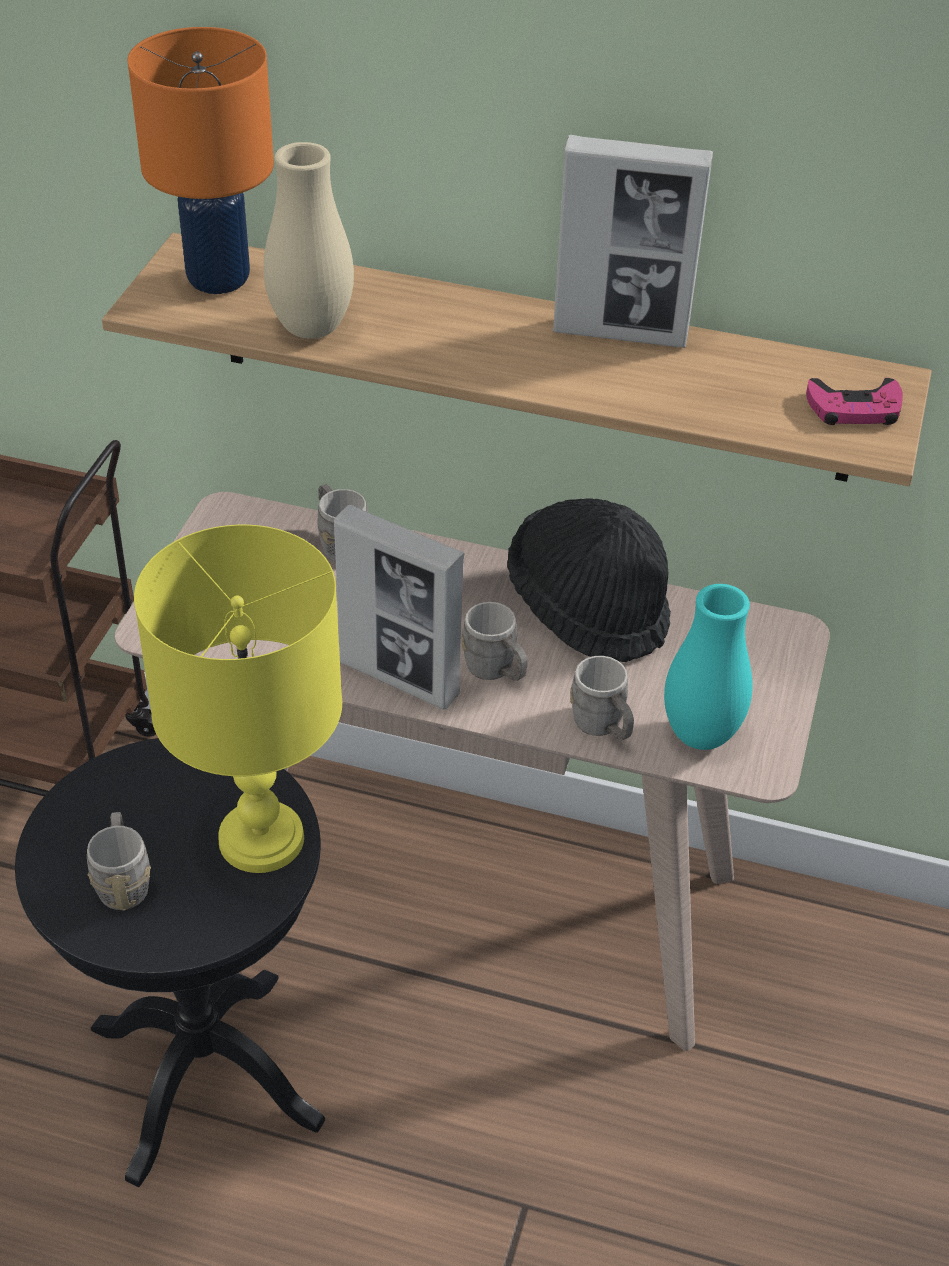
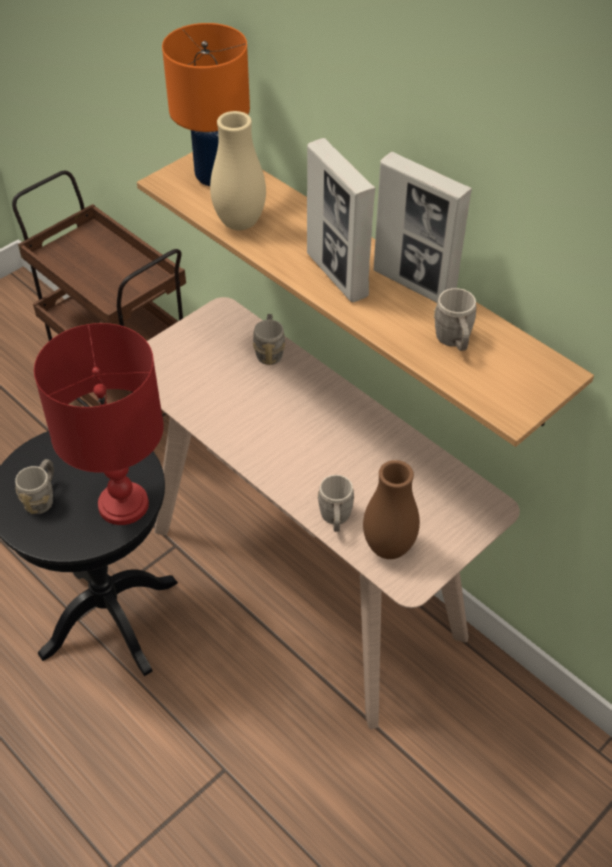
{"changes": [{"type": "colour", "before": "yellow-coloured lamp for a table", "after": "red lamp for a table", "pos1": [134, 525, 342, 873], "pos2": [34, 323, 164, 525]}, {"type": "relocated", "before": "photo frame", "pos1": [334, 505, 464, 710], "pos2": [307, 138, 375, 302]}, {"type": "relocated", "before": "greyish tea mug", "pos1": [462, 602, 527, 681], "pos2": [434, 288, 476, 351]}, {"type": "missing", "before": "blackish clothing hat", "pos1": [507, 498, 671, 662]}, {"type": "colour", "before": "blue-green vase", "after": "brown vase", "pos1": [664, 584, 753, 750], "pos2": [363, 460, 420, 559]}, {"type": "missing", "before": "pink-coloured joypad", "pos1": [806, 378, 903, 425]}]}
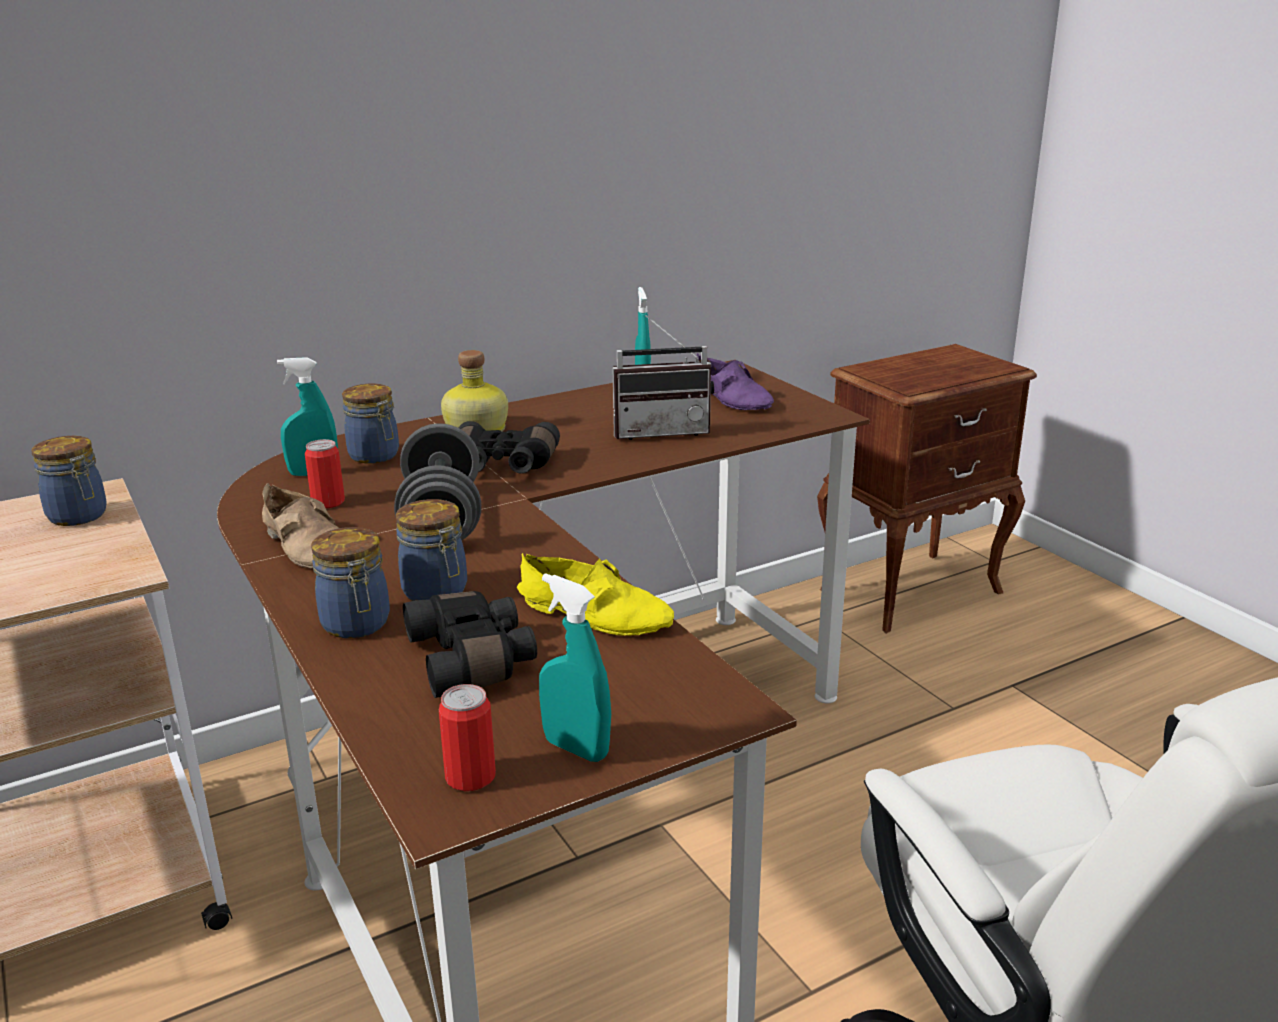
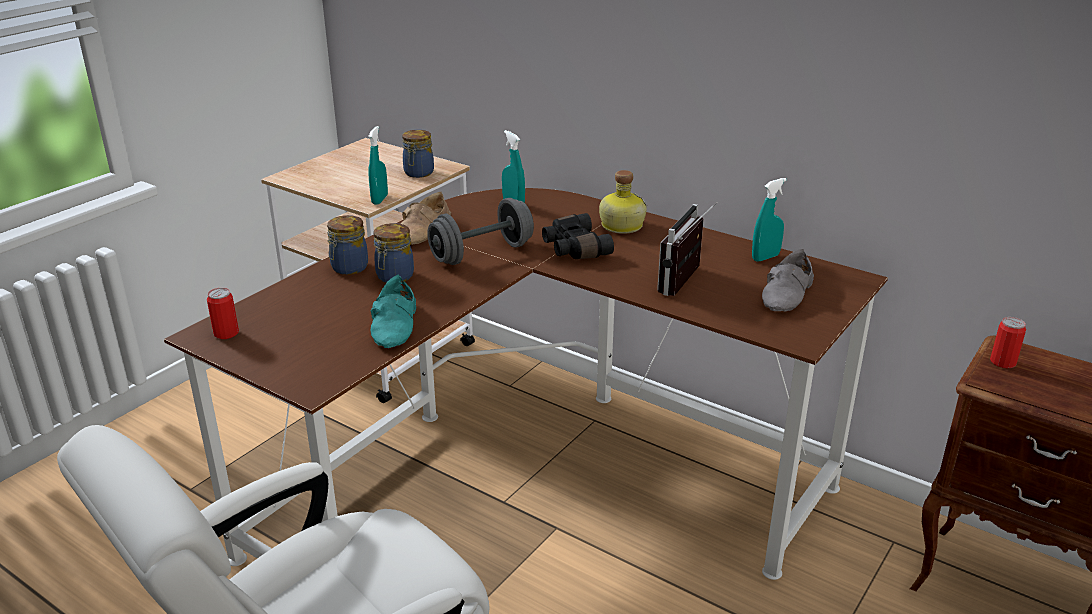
{"changes": [{"type": "relocated", "before": "can", "pos1": [305, 439, 345, 508], "pos2": [990, 317, 1026, 368]}, {"type": "missing", "before": "jar", "pos1": [342, 384, 399, 463]}, {"type": "missing", "before": "blackish pair of binoculars", "pos1": [403, 591, 537, 698]}, {"type": "colour", "before": "yellow-coloured low shoe", "after": "blue-green low shoe", "pos1": [517, 553, 674, 636], "pos2": [371, 274, 416, 348]}, {"type": "relocated", "before": "blue-green spray bottle", "pos1": [539, 573, 611, 762], "pos2": [368, 126, 388, 205]}, {"type": "spun", "before": "radio receiver", "pos1": [612, 315, 714, 440], "pos2": [657, 202, 718, 296], "turn": 60}, {"type": "colour", "before": "purple-coloured low shoe", "after": "greyish low shoe", "pos1": [697, 353, 774, 410], "pos2": [762, 249, 814, 312]}]}
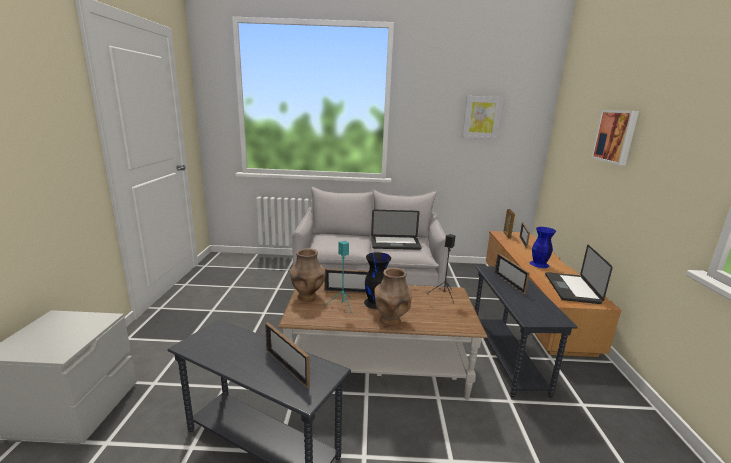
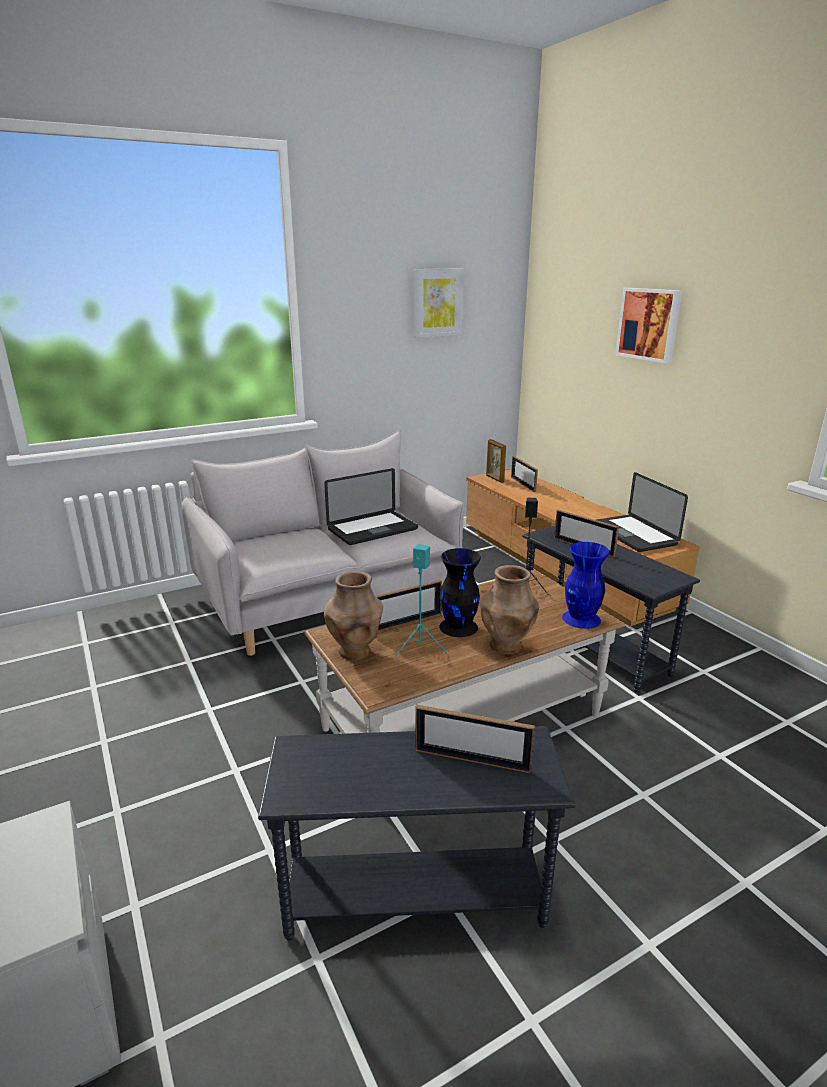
{"changes": [{"type": "relocated", "before": "bluish vase", "pos1": [530, 227, 556, 268], "pos2": [562, 542, 610, 629]}]}
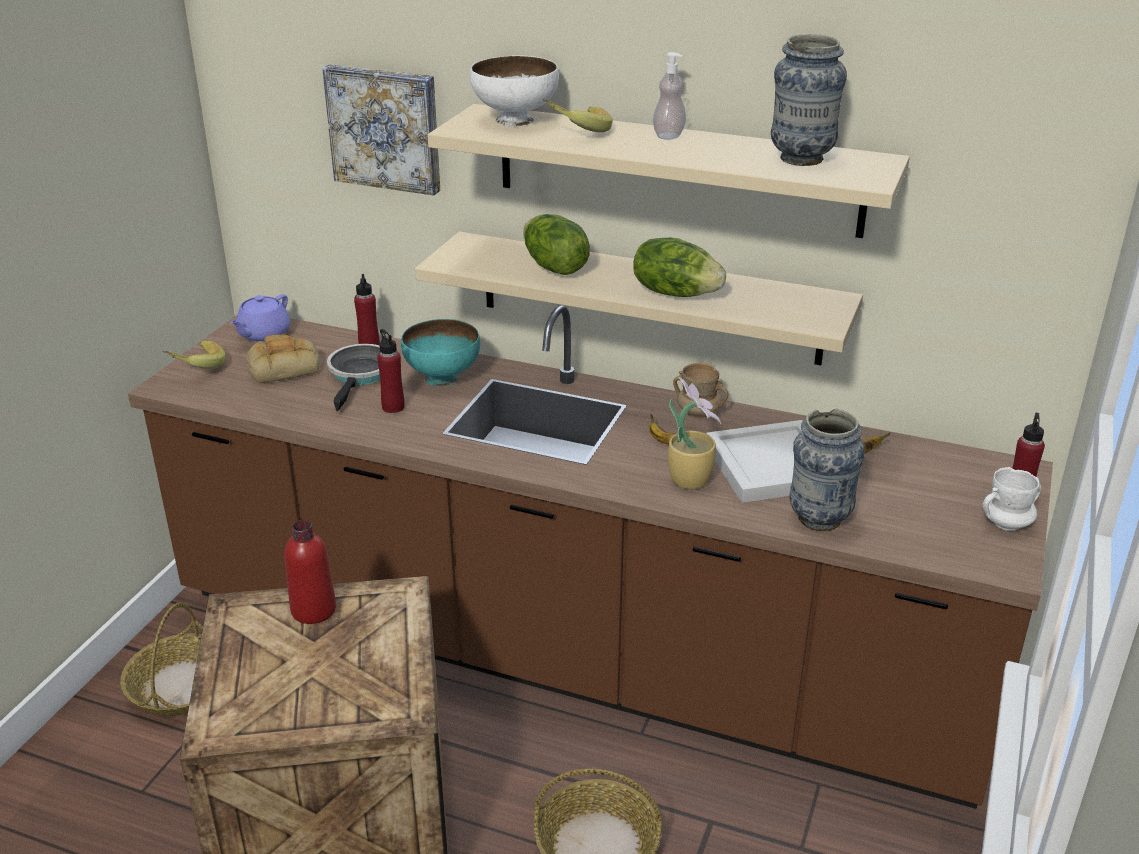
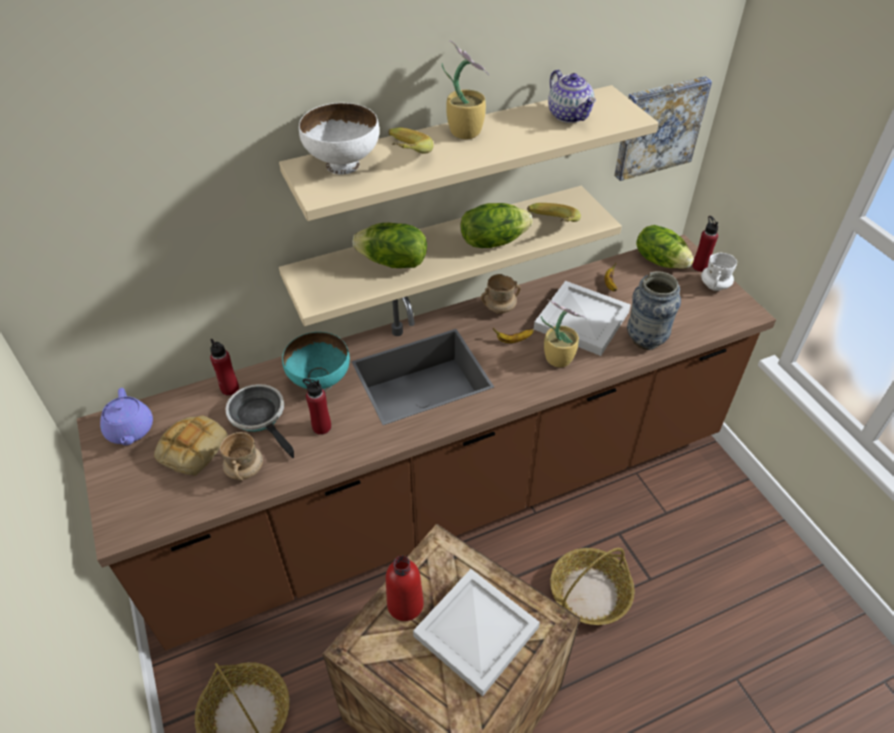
{"changes": [{"type": "relocated", "before": "banana fruit", "pos1": [162, 341, 225, 369], "pos2": [527, 203, 581, 222]}, {"type": "relocated", "before": "picture", "pos1": [322, 64, 440, 196], "pos2": [614, 76, 712, 181]}, {"type": "exchanged", "before": "liquid soap bottle", "after": "houseplant", "pos1": [653, 52, 686, 140], "pos2": [442, 40, 490, 139]}, {"type": "exchanged", "before": "vase", "after": "tea pot", "pos1": [771, 34, 847, 166], "pos2": [548, 69, 596, 123]}, {"type": "appeared", "after": "beige tea mug", "pos2": [220, 432, 263, 481]}, {"type": "appeared", "after": "whitish carrying tray", "pos2": [413, 569, 540, 696]}, {"type": "appeared", "after": "head of lettuce", "pos2": [636, 225, 694, 269]}]}
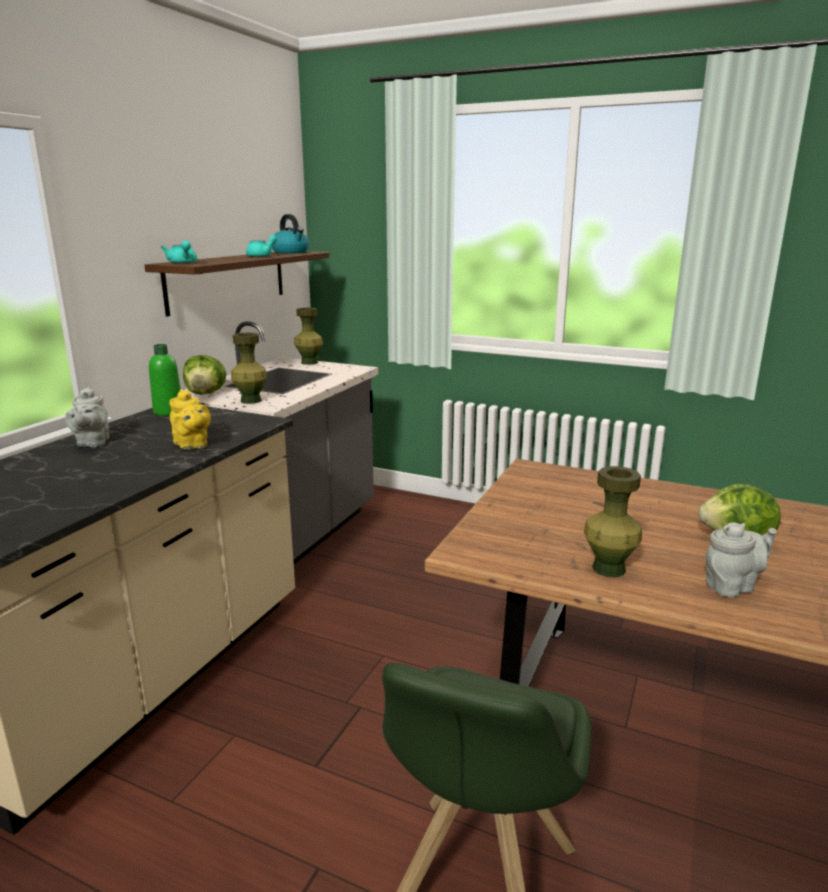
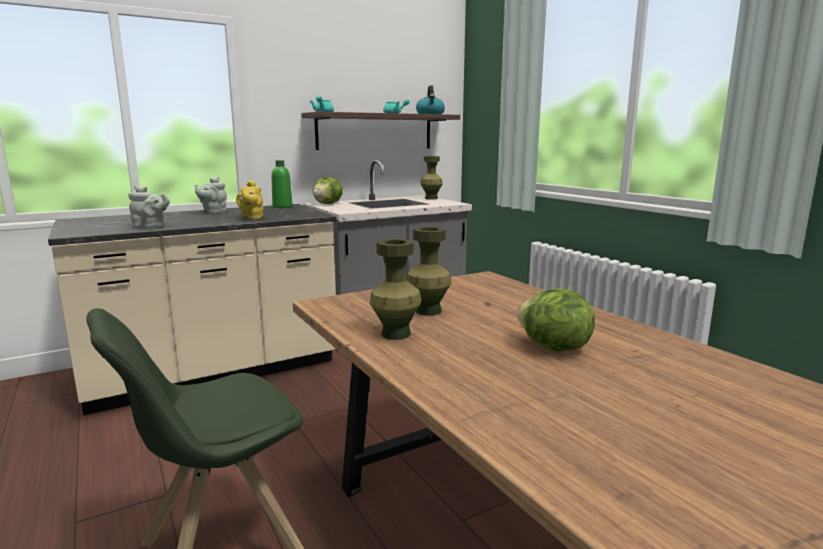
{"changes": [{"type": "relocated", "before": "green-coloured vase", "pos1": [231, 333, 267, 404], "pos2": [407, 227, 451, 316]}, {"type": "relocated", "before": "greyish tea pot", "pos1": [706, 522, 777, 597], "pos2": [128, 185, 170, 228]}]}
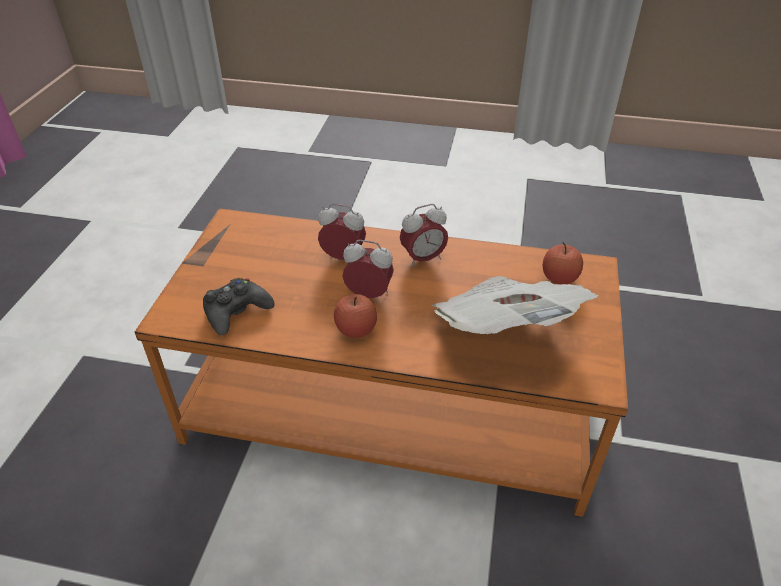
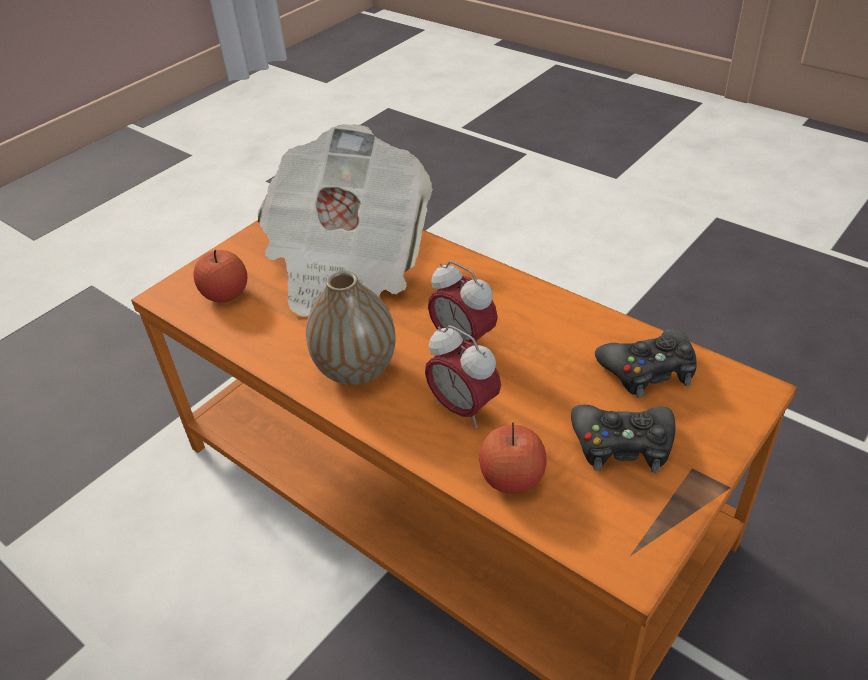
{"changes": [{"type": "relocated", "before": "whole apple", "pos1": [334, 294, 377, 338], "pos2": [479, 423, 547, 494]}, {"type": "exchanged", "before": "bedside clock", "after": "vase", "pos1": [400, 204, 448, 268], "pos2": [306, 271, 396, 385]}, {"type": "appeared", "after": "blackish joypad", "pos2": [571, 405, 676, 473]}]}
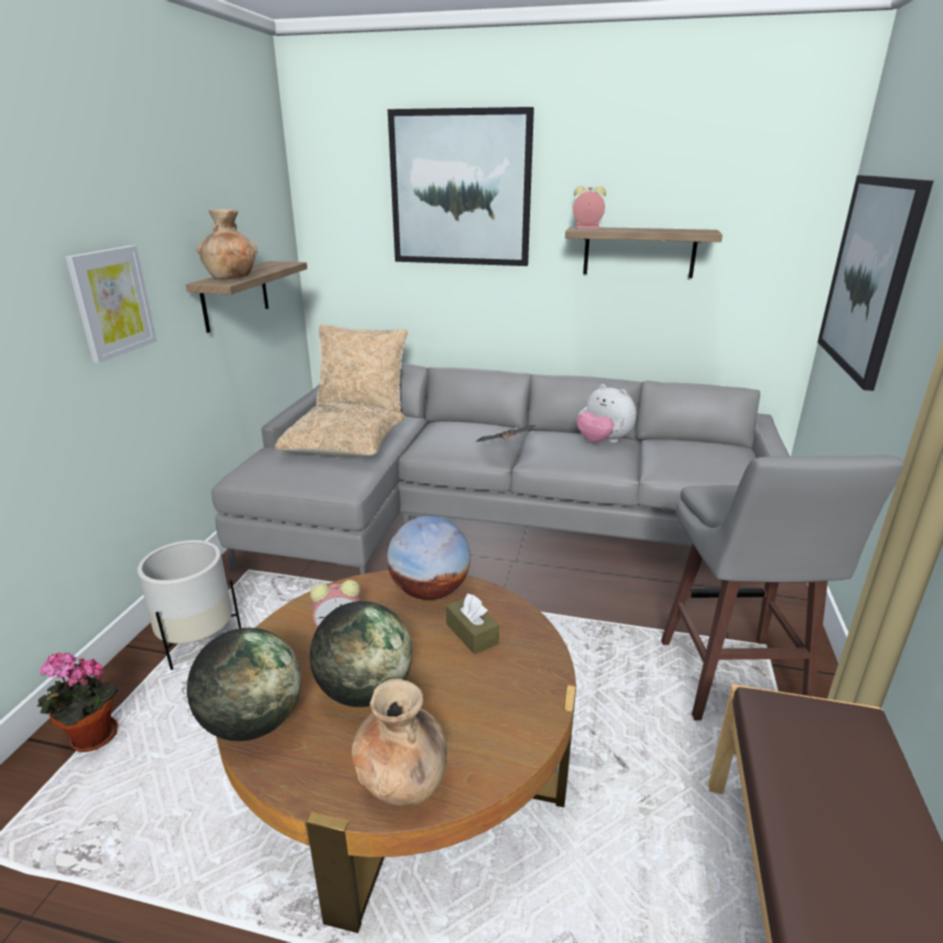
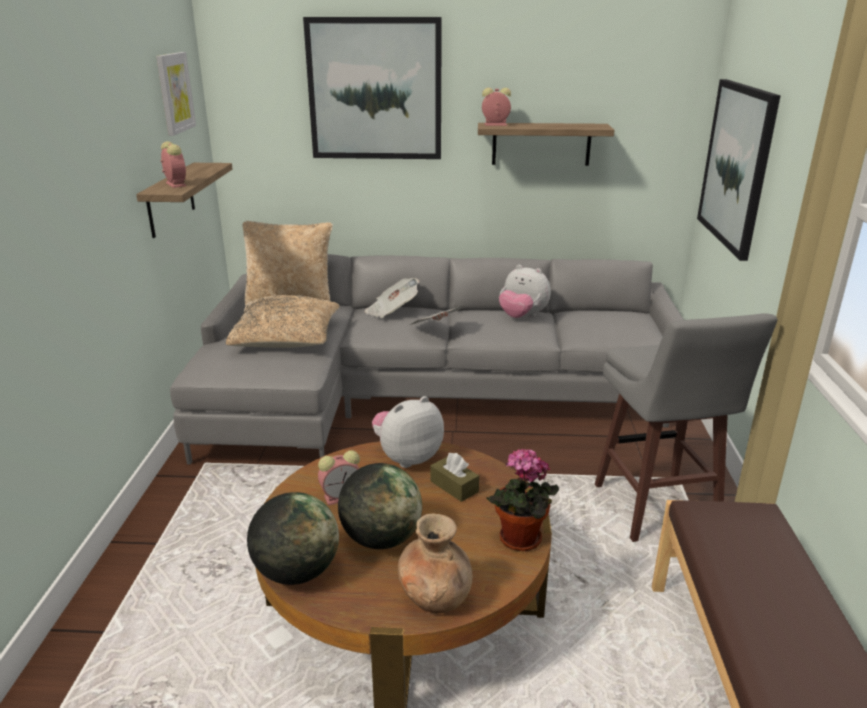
{"changes": [{"type": "relocated", "before": "houseplant", "pos1": [37, 652, 118, 752], "pos2": [486, 449, 559, 551]}, {"type": "relocated", "before": "picture", "pos1": [65, 245, 157, 363], "pos2": [156, 52, 196, 136]}, {"type": "missing", "before": "whitish planter", "pos1": [137, 540, 241, 670]}, {"type": "exchanged", "before": "brown vase", "after": "bedside clock", "pos1": [196, 209, 257, 279], "pos2": [160, 141, 186, 188]}, {"type": "exchanged", "before": "desk globe", "after": "soft toy", "pos1": [387, 516, 471, 600], "pos2": [372, 396, 444, 468]}, {"type": "appeared", "after": "daily paper", "pos2": [365, 278, 420, 318]}]}
